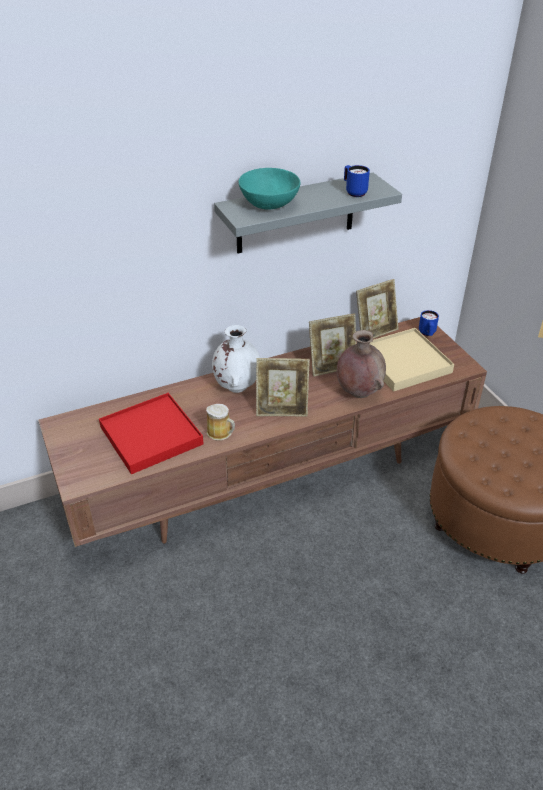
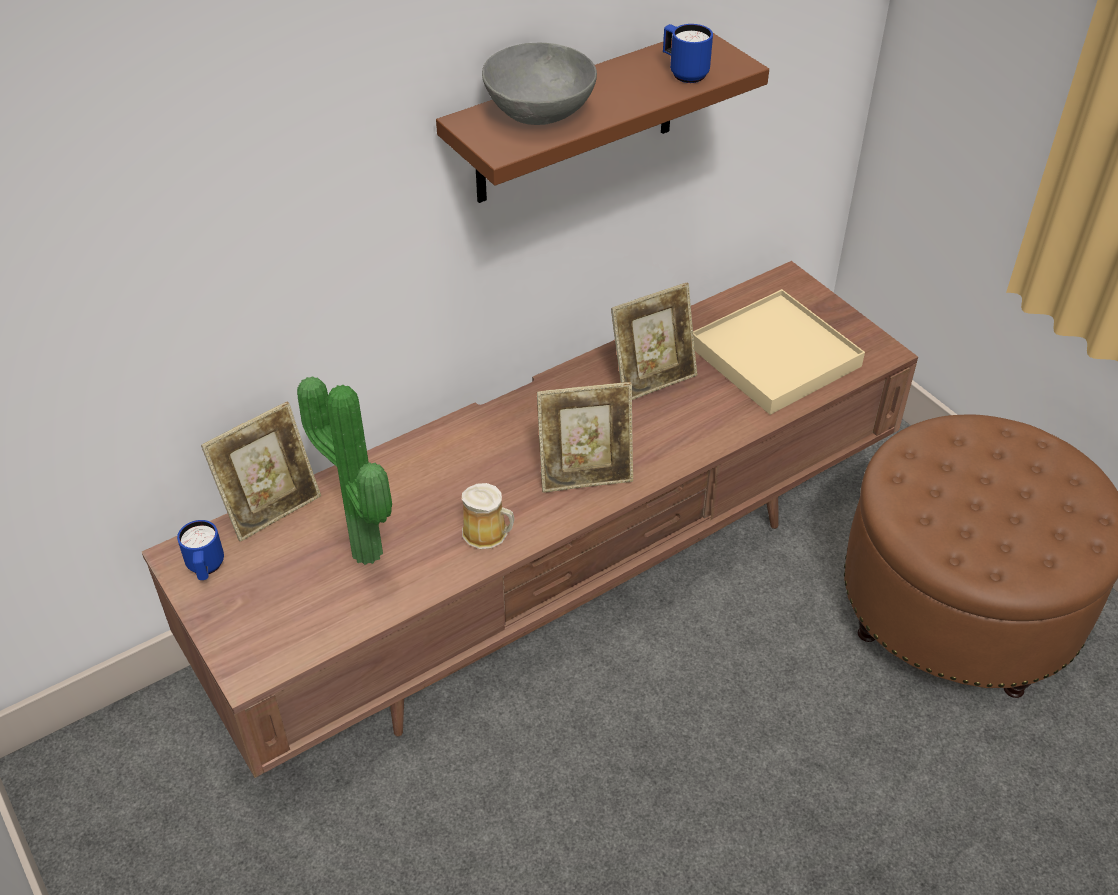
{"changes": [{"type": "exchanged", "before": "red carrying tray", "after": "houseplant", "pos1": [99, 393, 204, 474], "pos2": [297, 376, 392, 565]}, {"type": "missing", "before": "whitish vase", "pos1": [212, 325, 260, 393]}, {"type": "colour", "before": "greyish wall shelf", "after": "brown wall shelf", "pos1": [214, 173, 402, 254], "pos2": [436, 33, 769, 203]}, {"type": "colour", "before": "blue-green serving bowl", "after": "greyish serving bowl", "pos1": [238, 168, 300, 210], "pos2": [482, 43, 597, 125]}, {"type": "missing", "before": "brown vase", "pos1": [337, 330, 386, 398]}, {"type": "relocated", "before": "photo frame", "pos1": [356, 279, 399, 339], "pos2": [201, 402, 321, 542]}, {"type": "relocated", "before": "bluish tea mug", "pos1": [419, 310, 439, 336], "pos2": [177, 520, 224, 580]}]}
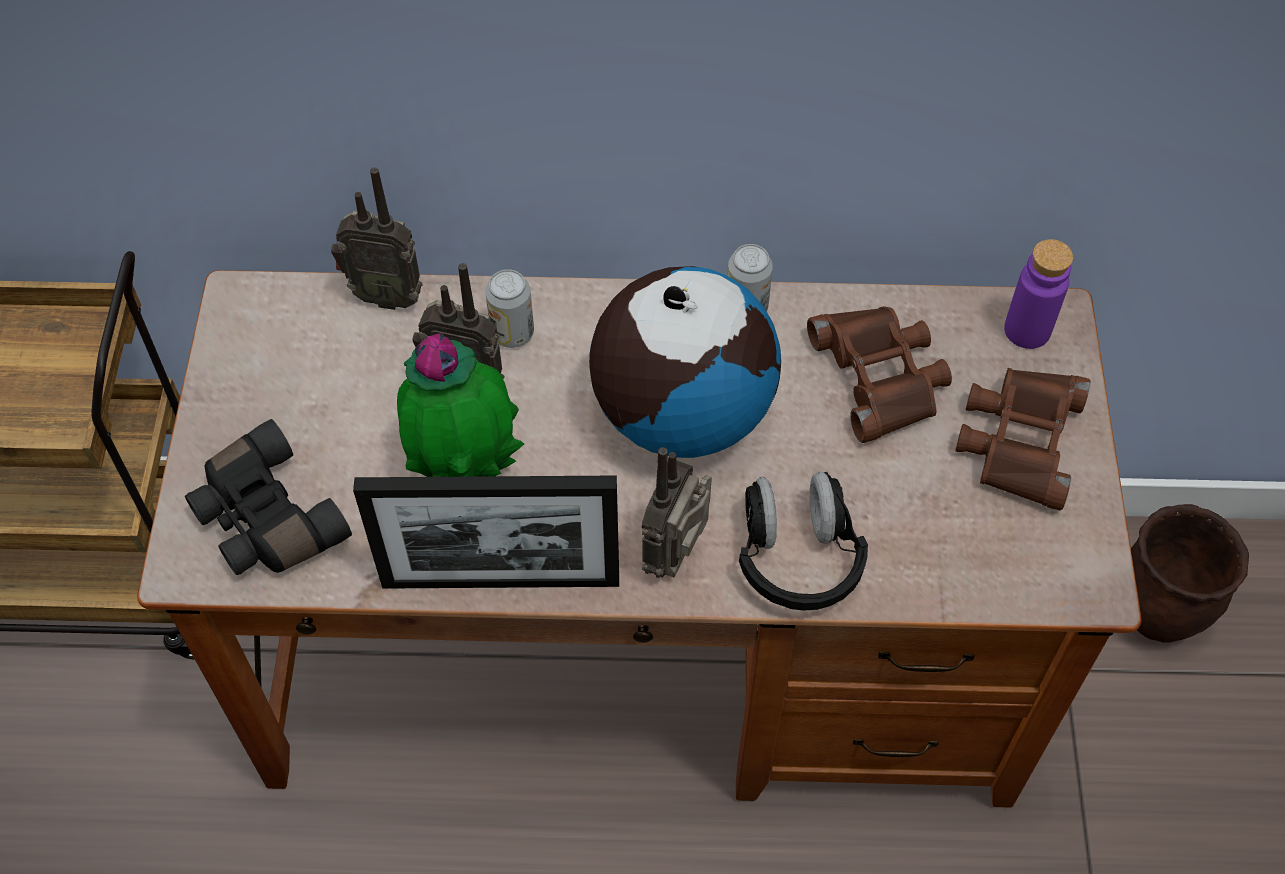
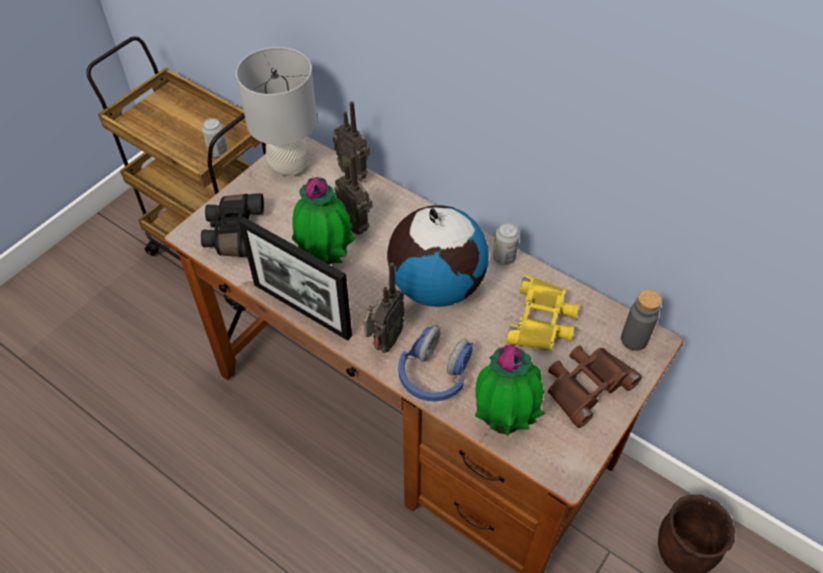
{"changes": [{"type": "relocated", "before": "can", "pos1": [485, 269, 534, 348], "pos2": [202, 118, 228, 157]}, {"type": "spun", "before": "radio receiver", "pos1": [642, 447, 712, 578], "pos2": [364, 263, 404, 353], "turn": 150}, {"type": "colour", "before": "blackish headset", "after": "bluish headset", "pos1": [739, 472, 868, 611], "pos2": [398, 326, 473, 402]}, {"type": "colour", "before": "brown pair of binoculars", "after": "yellow-coloured pair of binoculars", "pos1": [807, 306, 952, 443], "pos2": [506, 275, 579, 351]}, {"type": "colour", "before": "purple-coloured beverage bottle", "after": "greyish beverage bottle", "pos1": [1004, 239, 1073, 349], "pos2": [621, 290, 662, 351]}, {"type": "appeared", "after": "greyish lamp for a table", "pos2": [236, 47, 317, 176]}, {"type": "appeared", "after": "houseplant", "pos2": [475, 344, 545, 436]}]}
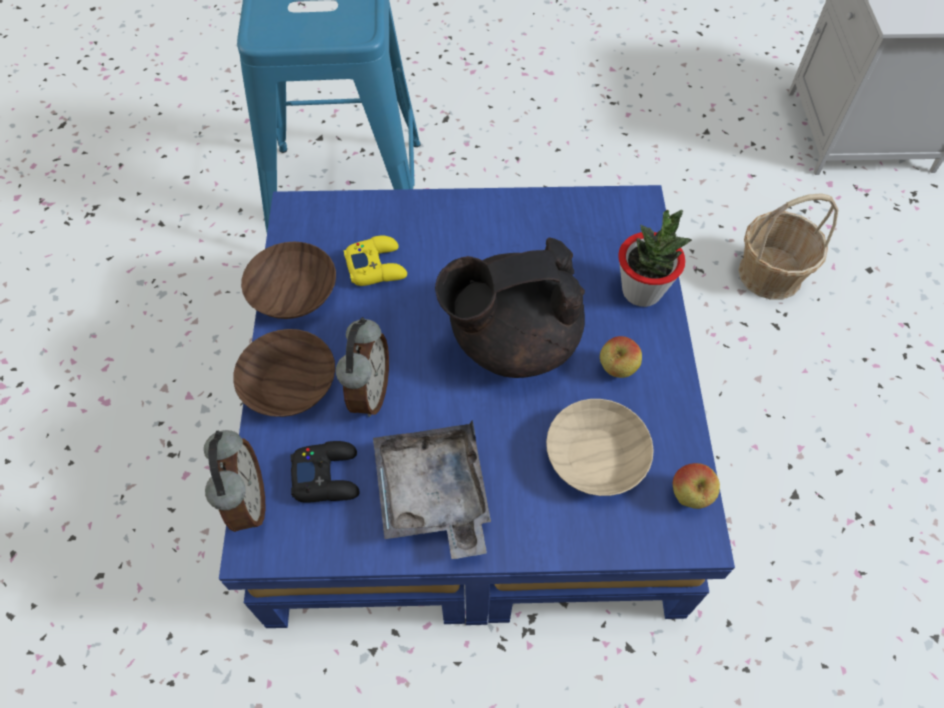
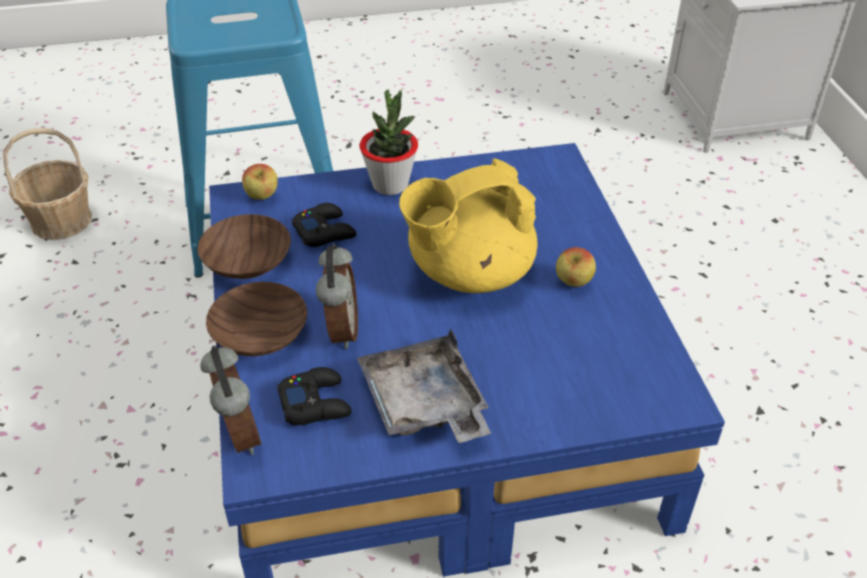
{"changes": [{"type": "colour", "before": "yellow-coloured joypad", "after": "blackish joypad", "pos1": [344, 236, 407, 286], "pos2": [292, 203, 357, 247]}, {"type": "colour", "before": "blackish tea pot", "after": "yellow-coloured tea pot", "pos1": [435, 238, 585, 378], "pos2": [399, 159, 537, 293]}, {"type": "missing", "before": "beige serving bowl", "pos1": [546, 399, 654, 496]}, {"type": "relocated", "before": "houseplant", "pos1": [618, 210, 692, 307], "pos2": [359, 89, 418, 195]}, {"type": "relocated", "before": "whole apple", "pos1": [673, 463, 720, 509], "pos2": [242, 164, 278, 200]}, {"type": "relocated", "before": "storage basket", "pos1": [738, 193, 838, 300], "pos2": [3, 128, 92, 240]}]}
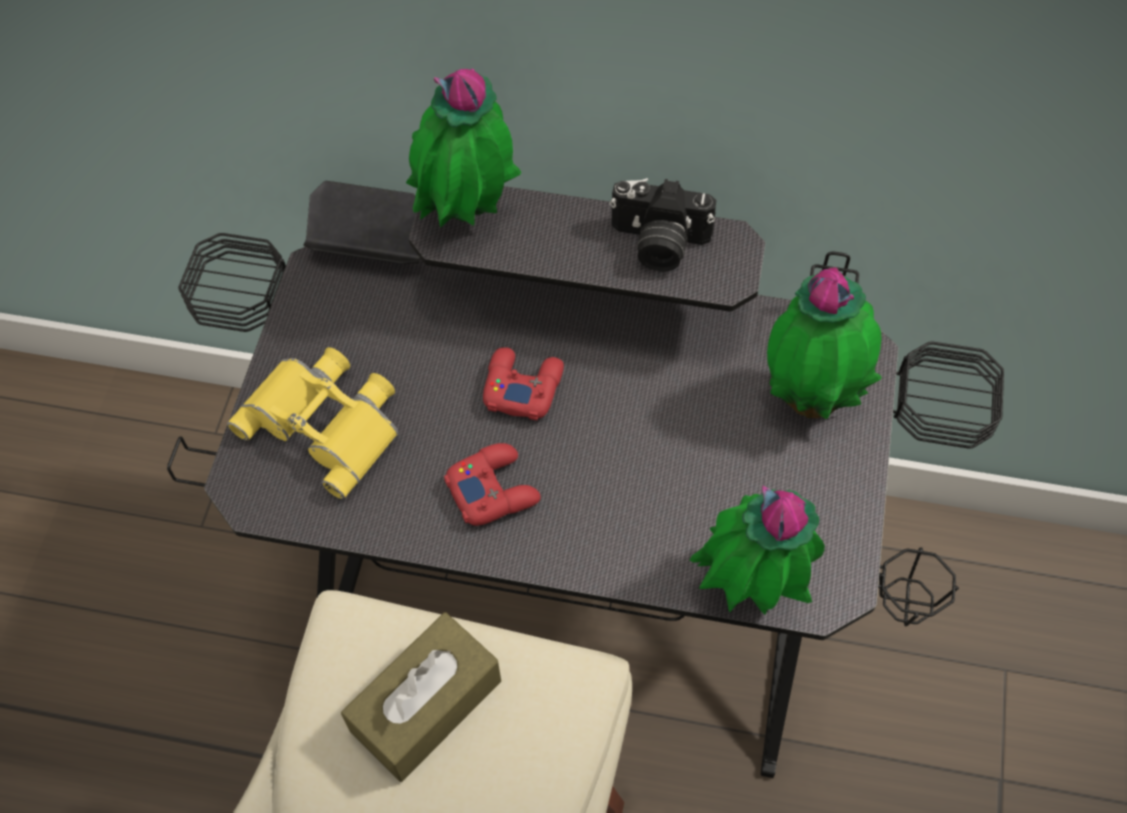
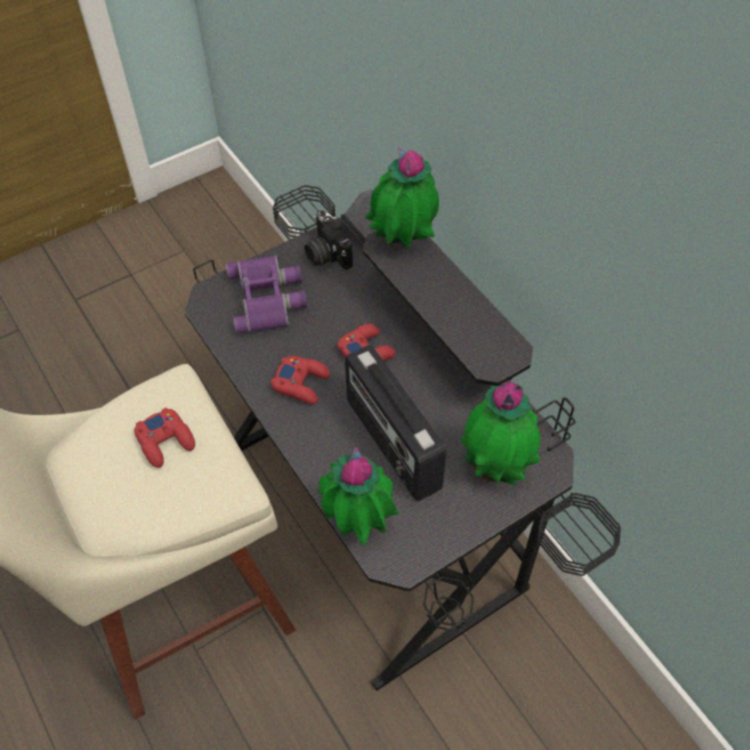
{"changes": [{"type": "colour", "before": "yellow-coloured pair of binoculars", "after": "purple-coloured pair of binoculars", "pos1": [227, 347, 399, 499], "pos2": [226, 255, 307, 334]}, {"type": "exchanged", "before": "brown tissue box", "after": "red joypad", "pos1": [341, 612, 501, 782], "pos2": [134, 407, 195, 468]}, {"type": "relocated", "before": "photo camera", "pos1": [609, 178, 716, 272], "pos2": [305, 210, 353, 270]}, {"type": "appeared", "after": "radio receiver", "pos2": [345, 345, 446, 501]}]}
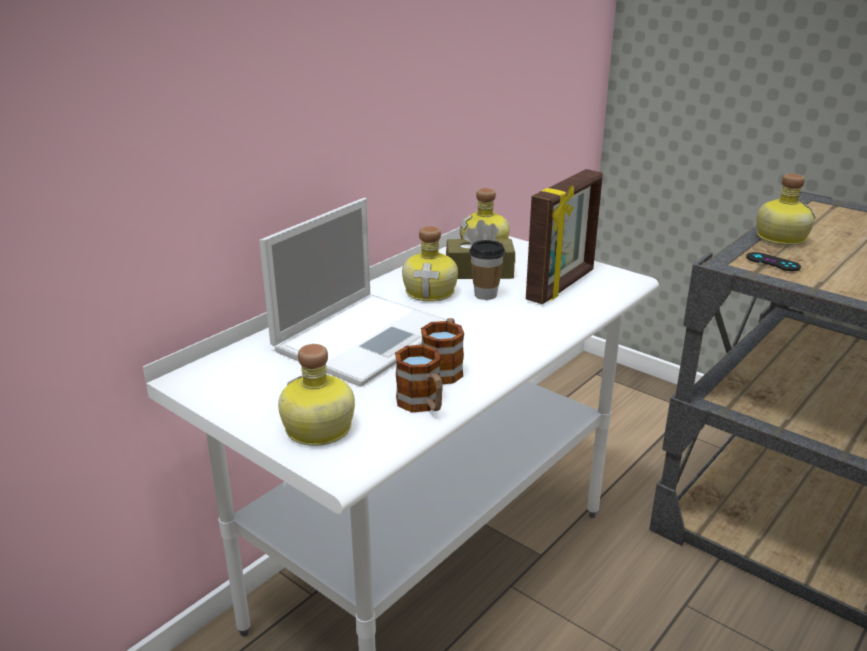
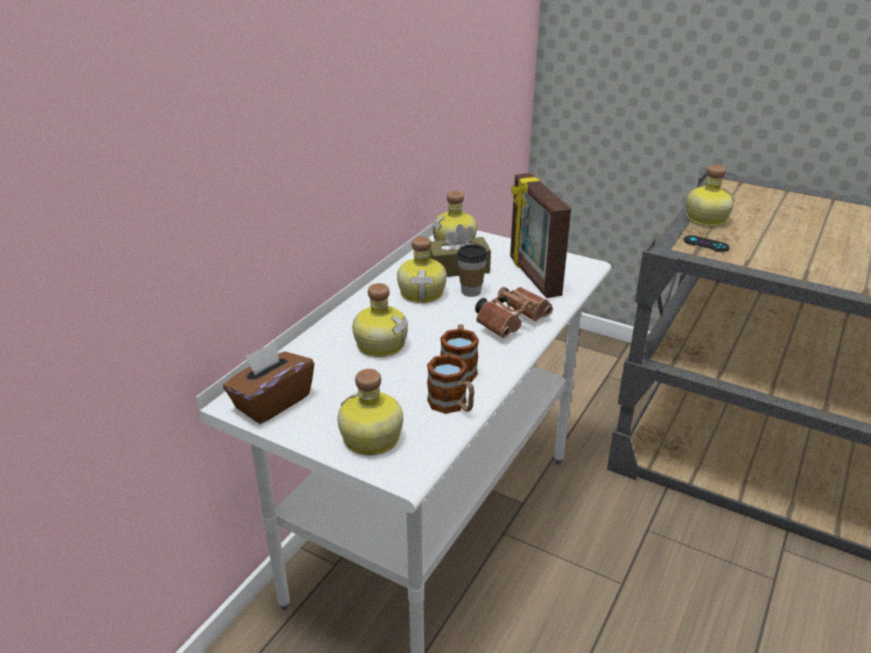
{"changes": [{"type": "exchanged", "before": "laptop", "after": "beverage bottle", "pos1": [259, 198, 447, 387], "pos2": [352, 283, 408, 357]}, {"type": "spun", "before": "photo frame", "pos1": [526, 169, 603, 304], "pos2": [510, 173, 571, 298], "turn": 135}, {"type": "appeared", "after": "brown tissue box", "pos2": [223, 342, 314, 424]}, {"type": "appeared", "after": "brown pair of binoculars", "pos2": [475, 287, 553, 338]}]}
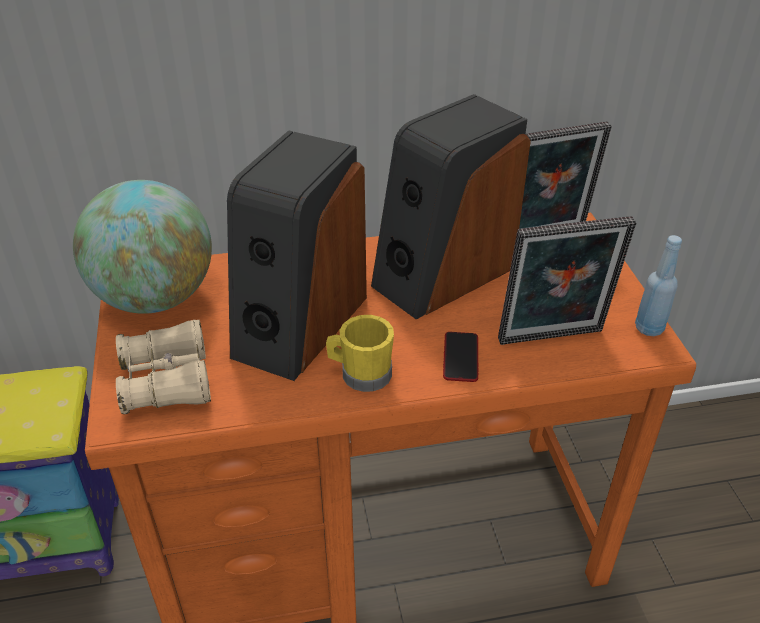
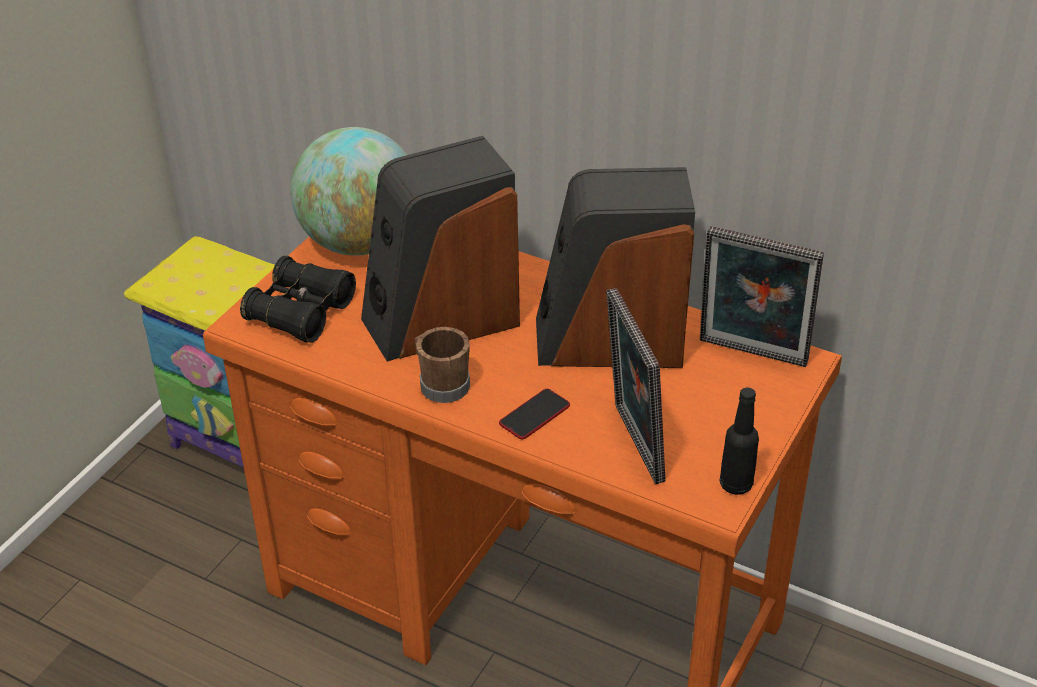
{"changes": [{"type": "colour", "before": "beige pair of binoculars", "after": "blackish pair of binoculars", "pos1": [116, 320, 211, 414], "pos2": [240, 256, 356, 343]}, {"type": "colour", "before": "yellow-coloured tea mug", "after": "brown tea mug", "pos1": [326, 315, 394, 392], "pos2": [414, 327, 470, 403]}, {"type": "spun", "before": "photo frame", "pos1": [498, 216, 636, 345], "pos2": [606, 288, 666, 484], "turn": 45}, {"type": "colour", "before": "bluish beverage bottle", "after": "blackish beverage bottle", "pos1": [635, 235, 682, 336], "pos2": [719, 387, 759, 495]}]}
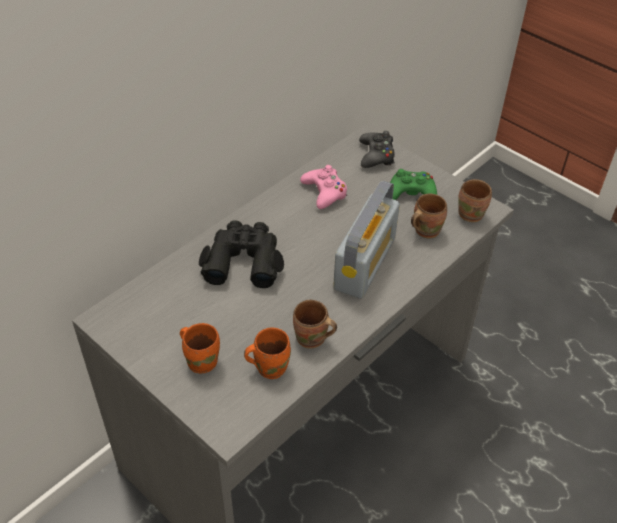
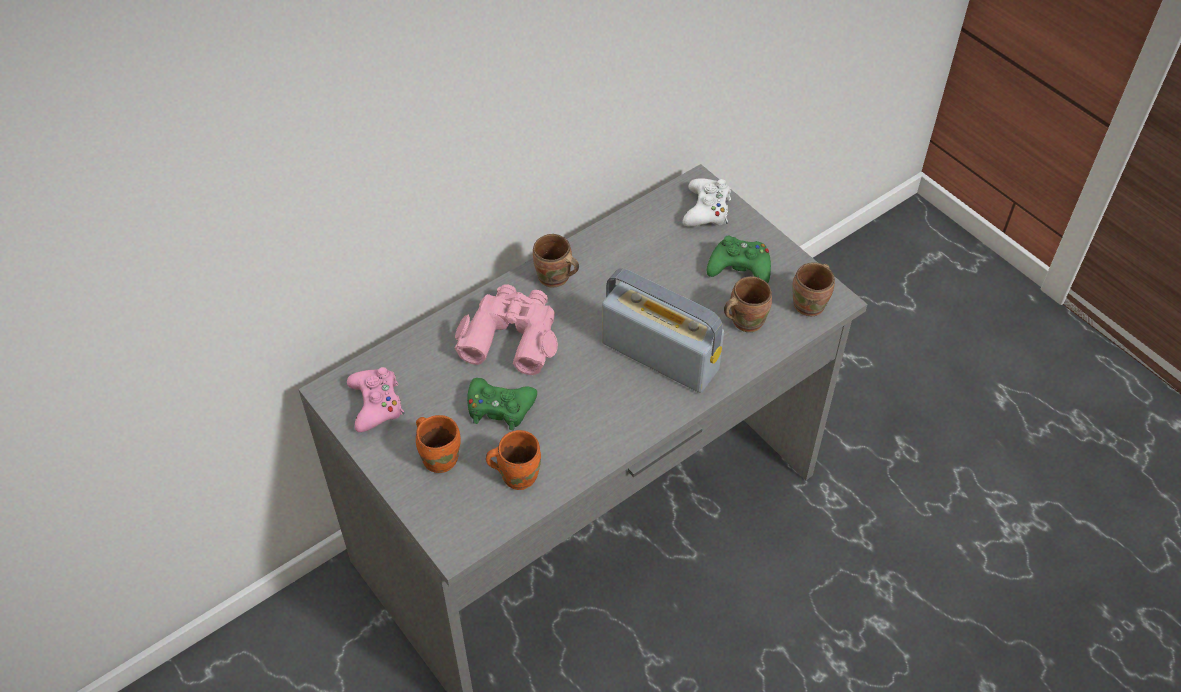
{"changes": [{"type": "colour", "before": "blackish pair of binoculars", "after": "pink-coloured pair of binoculars", "pos1": [199, 220, 284, 288], "pos2": [454, 284, 558, 375]}, {"type": "relocated", "before": "brown tea mug", "pos1": [293, 300, 337, 349], "pos2": [533, 234, 579, 288]}, {"type": "relocated", "before": "pink-coloured joypad", "pos1": [300, 165, 347, 209], "pos2": [347, 367, 404, 432]}, {"type": "spun", "before": "radio receiver", "pos1": [333, 180, 400, 299], "pos2": [602, 268, 724, 393], "turn": -90}, {"type": "colour", "before": "blackish joypad", "after": "whitish joypad", "pos1": [359, 131, 395, 168], "pos2": [683, 178, 731, 226]}, {"type": "appeared", "after": "green-coloured joypad", "pos2": [467, 378, 537, 430]}]}
